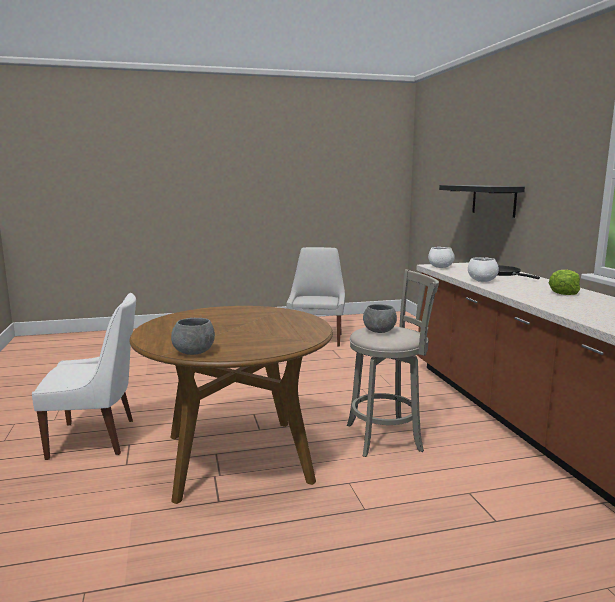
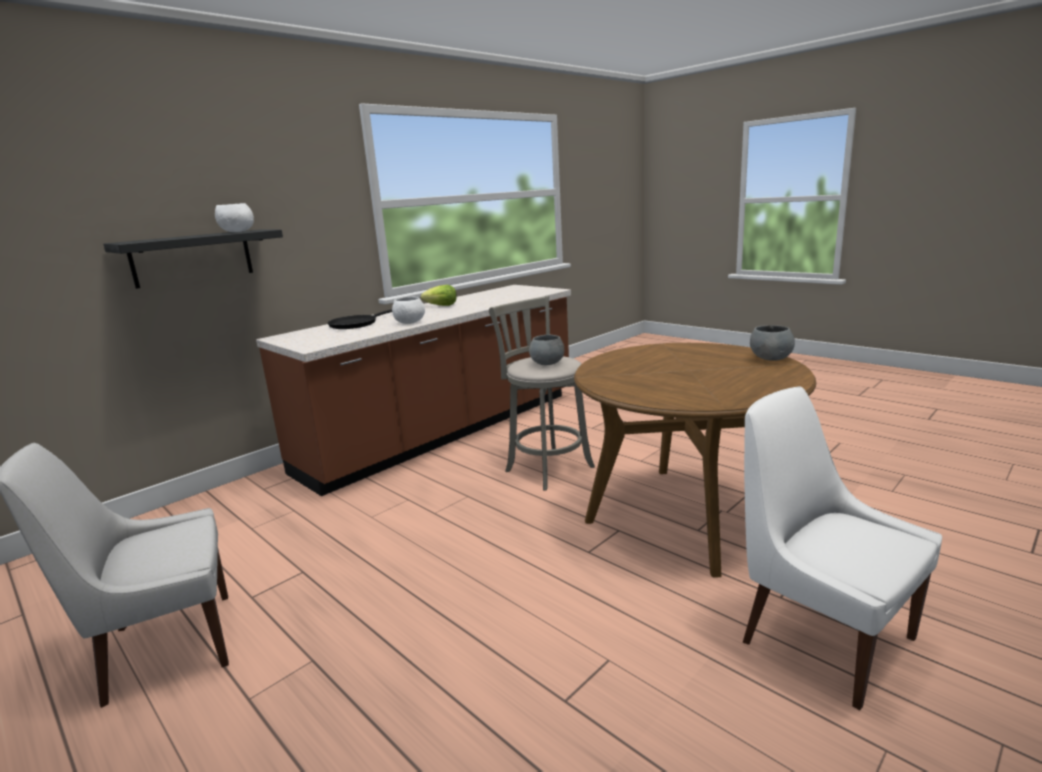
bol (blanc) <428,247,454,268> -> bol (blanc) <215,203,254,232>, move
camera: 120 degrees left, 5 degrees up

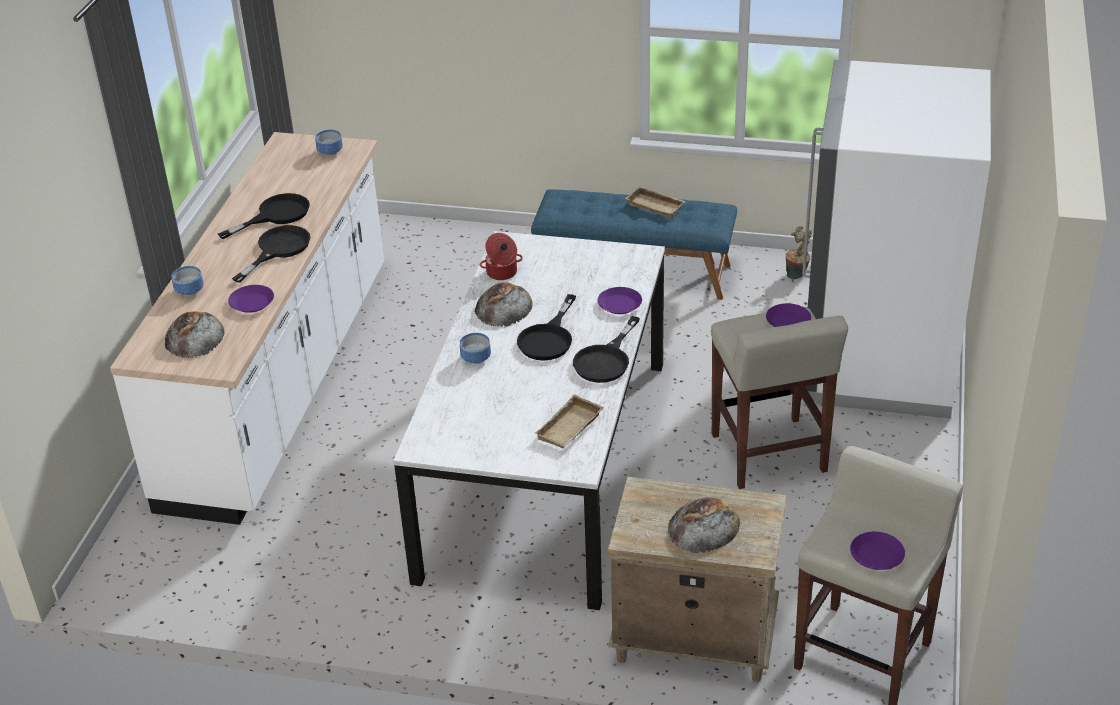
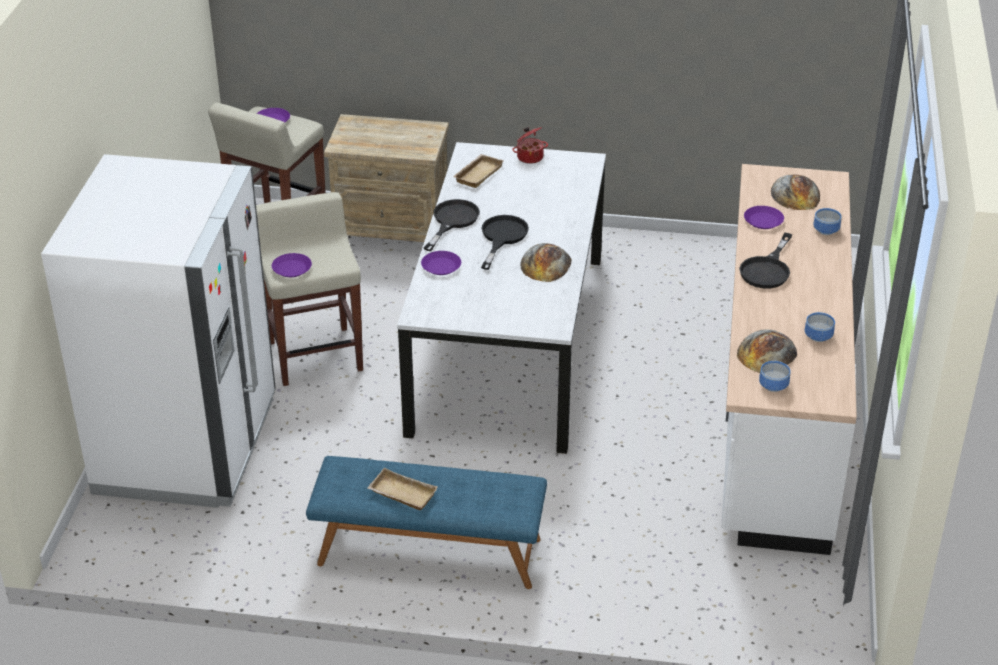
poêle (noir) <218,193,310,239> -> none
bol <460,333,491,364> -> bol <805,312,835,342>, move
marmite <480,233,523,280> -> marmite <512,127,548,164>, move
pain <668,497,740,553> -> pain <737,329,797,373>, move
plante en pot <786,226,812,280> -> none
camera: 175 degrees right, 0 degrees up

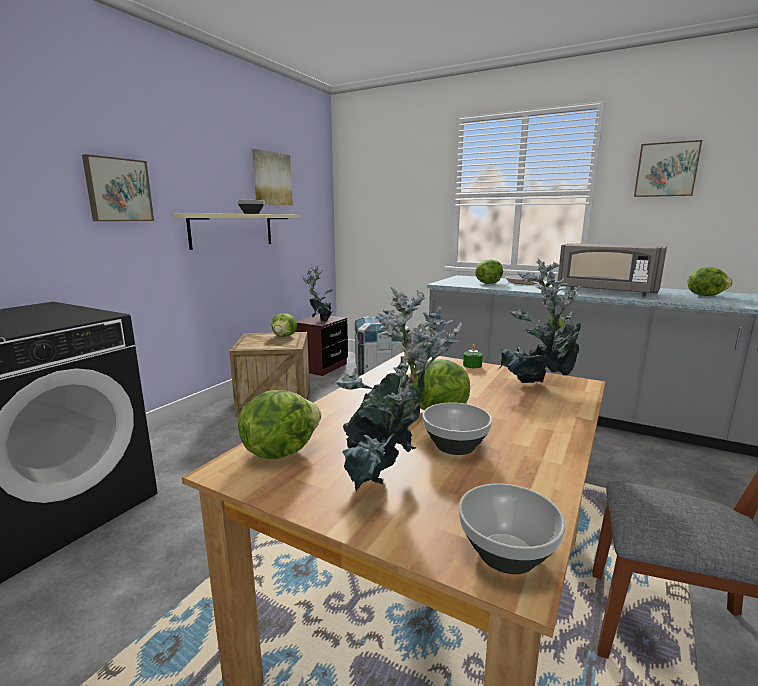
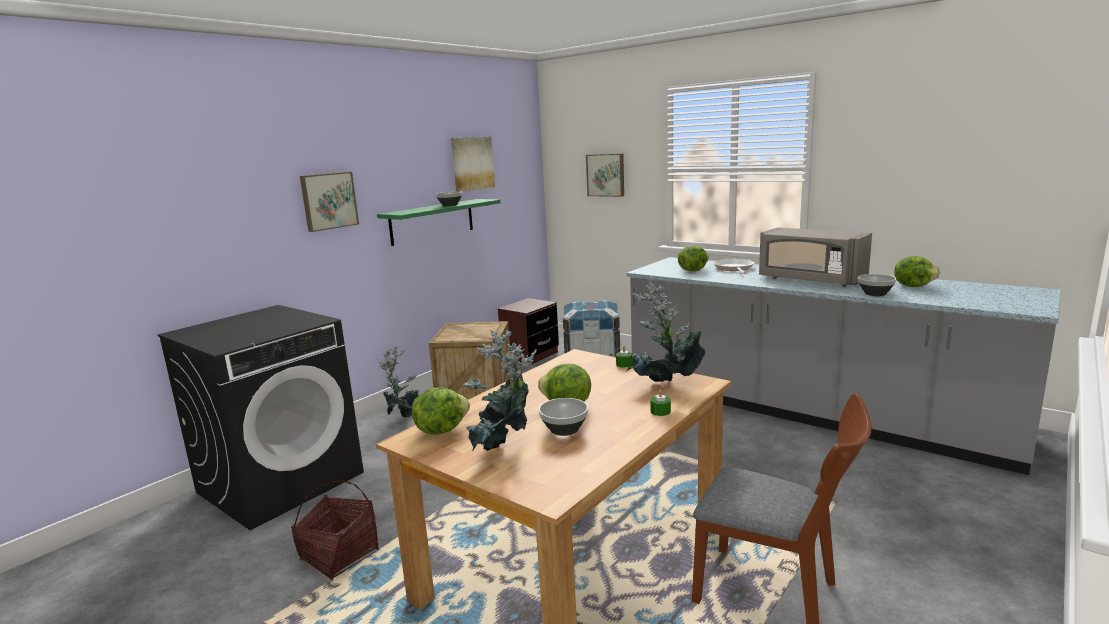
étagère (beige) <174,213,300,250> -> étagère (vert) <377,199,501,246>
laitue <272,313,297,337> -> none
plante en pot <302,266,333,322> -> plante en pot <376,346,419,418>, move
bol <459,483,566,574> -> bol <858,274,896,296>, move
tableau <634,140,702,197> -> tableau <586,154,624,197>, move
none -> panier <291,481,379,581>
none -> bougie (vert) <650,389,671,416>
camera: 10 degrees right, 0 degrees up

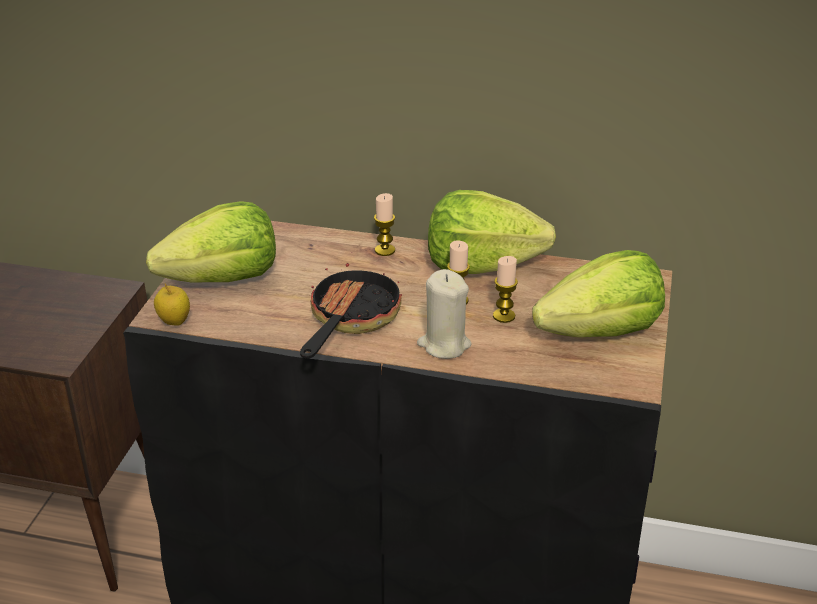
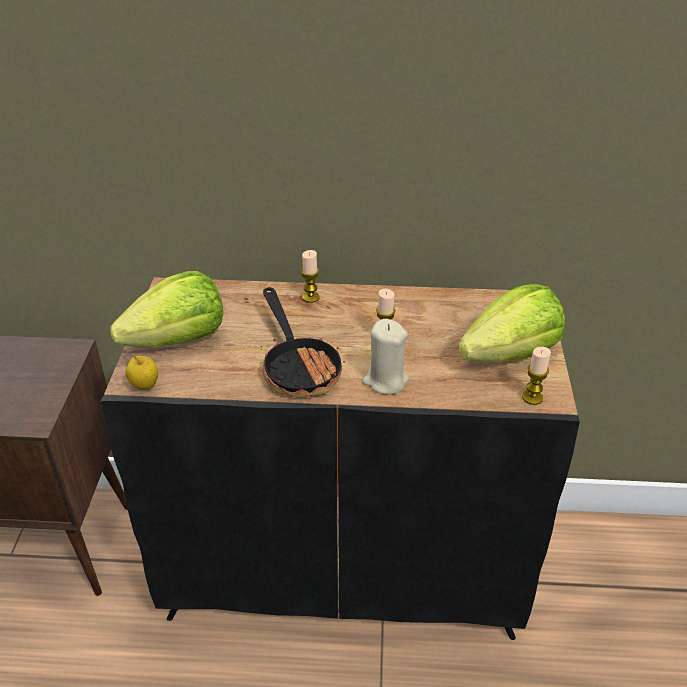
poêle <300,252,402,358> -> poêle <261,287,345,397>, 150 degrees clockwise
laitue <428,190,556,274> -> none
bougie <493,256,518,323> -> bougie <522,347,551,405>, move
camera: 10 degrees left, 5 degrees up

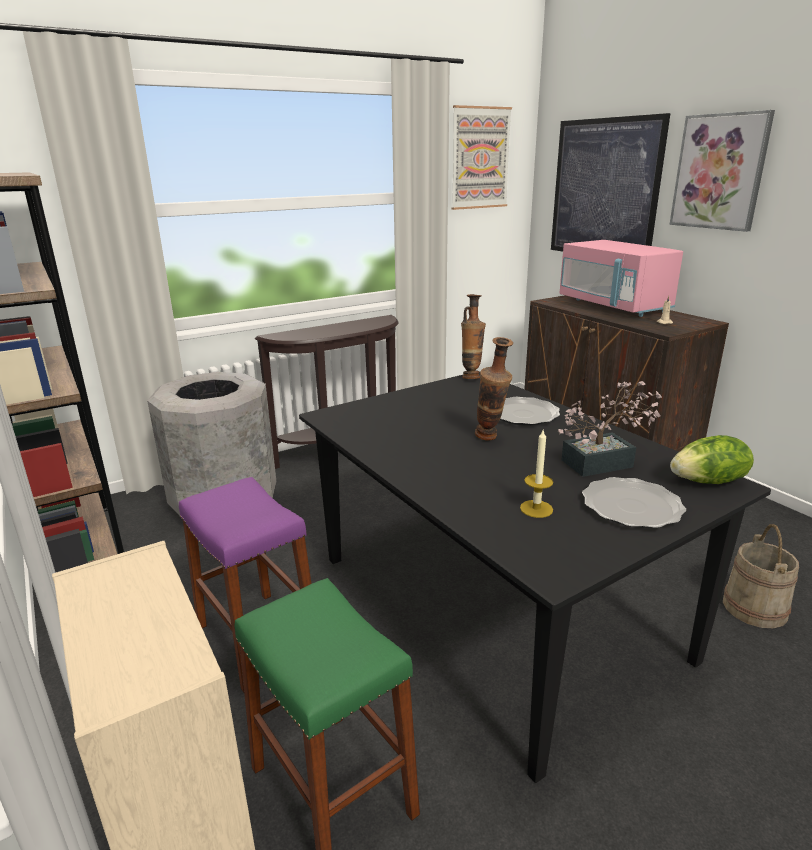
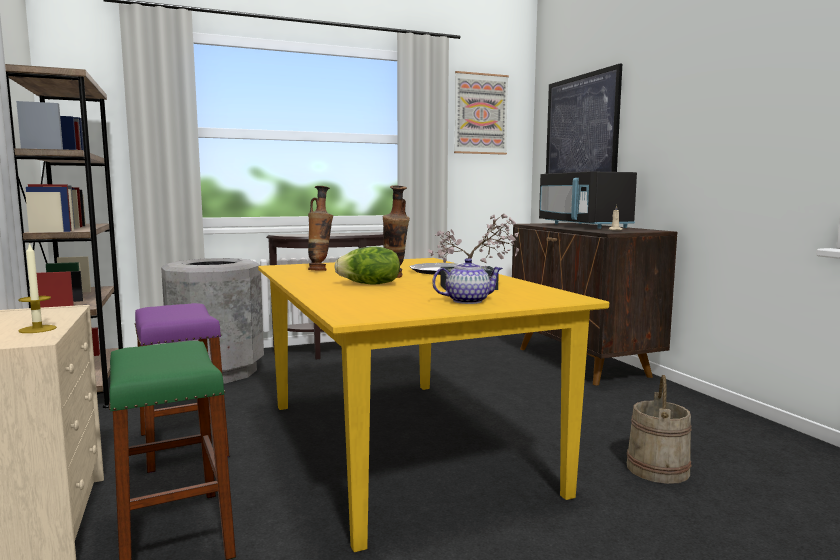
table à manger (noir) <299,371,771,783> -> table à manger (jaune) <258,258,609,552>
vase <461,294,486,379> -> vase <308,186,333,271>, move
bougie <520,428,553,518> -> bougie <18,243,57,333>, move
micro-ondes (rose) <559,240,683,317> -> micro-ondes (noir) <539,171,637,229>
assiette <582,477,686,528> -> théière <432,258,503,304>
tableau <669,110,775,232> -> none
laitue <670,435,754,484> -> laitue <334,247,400,285>, move
camera: 10 degrees right, 15 degrees down

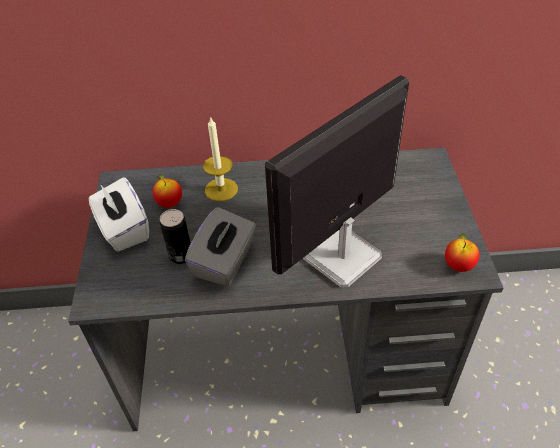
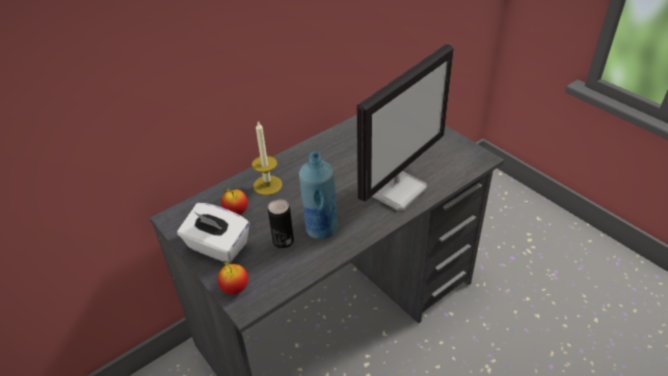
boîte à mouchoirs (gris) <185,207,256,286> -> bouteille (bleu) <299,152,338,239>
écran d'ordinateur <265,75,409,287> -> écran d'ordinateur <357,44,454,211>, 150 degrees counterclockwise
pomme <445,233,479,272> -> pomme <218,261,248,294>, move
camera: 35 degrees left, 5 degrees down

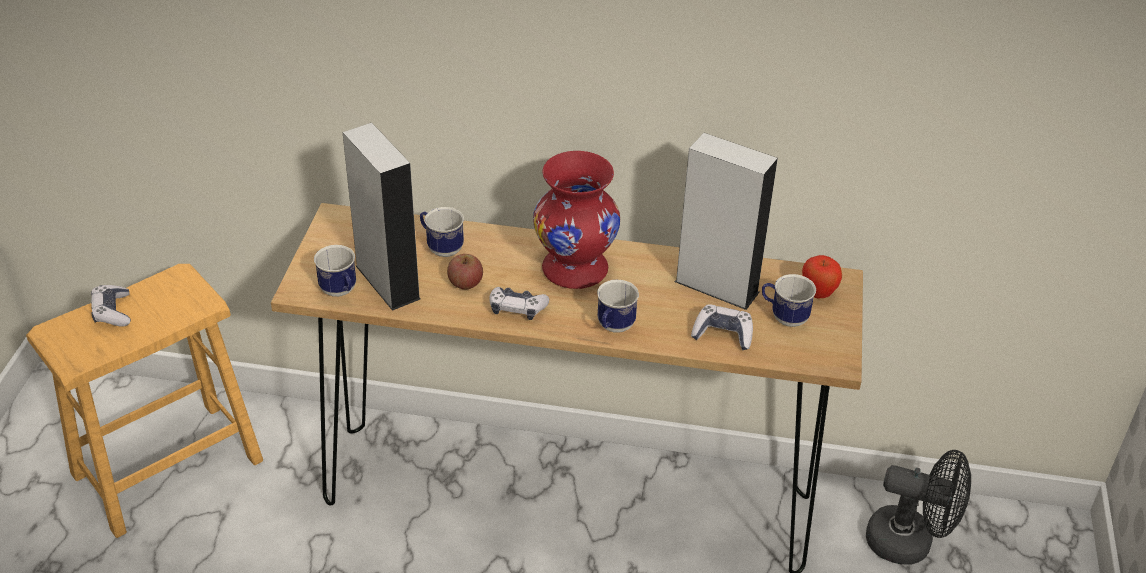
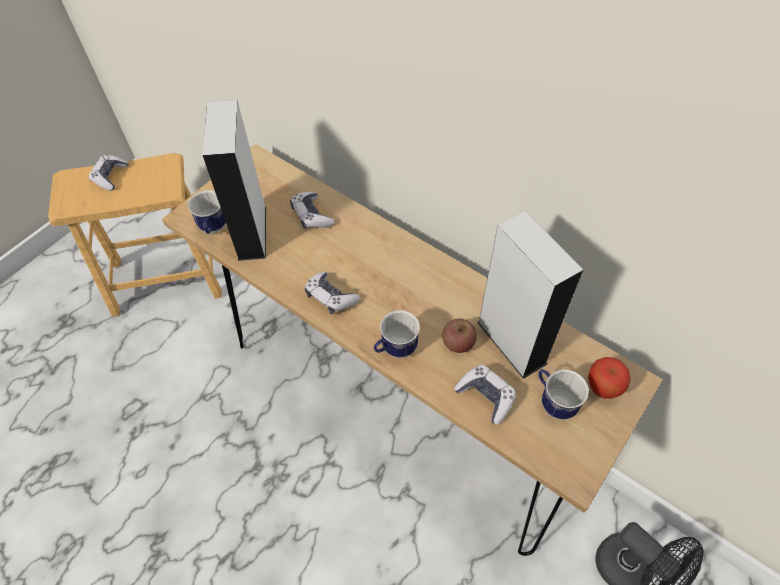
mug <420,207,464,257> -> manette <290,192,334,229>
pomme <447,254,483,290> -> pomme <442,319,477,353>, move
vase (rouge) <533,151,620,289> -> none
camera: 30 degrees right, 15 degrees up

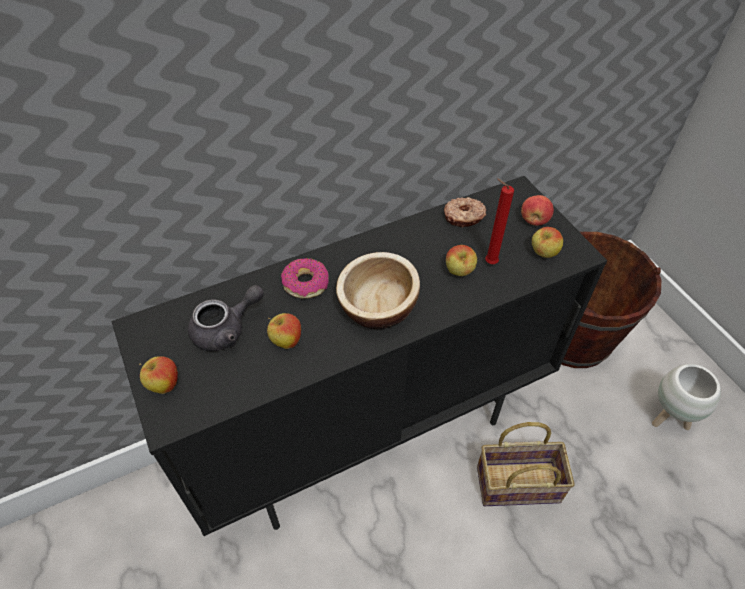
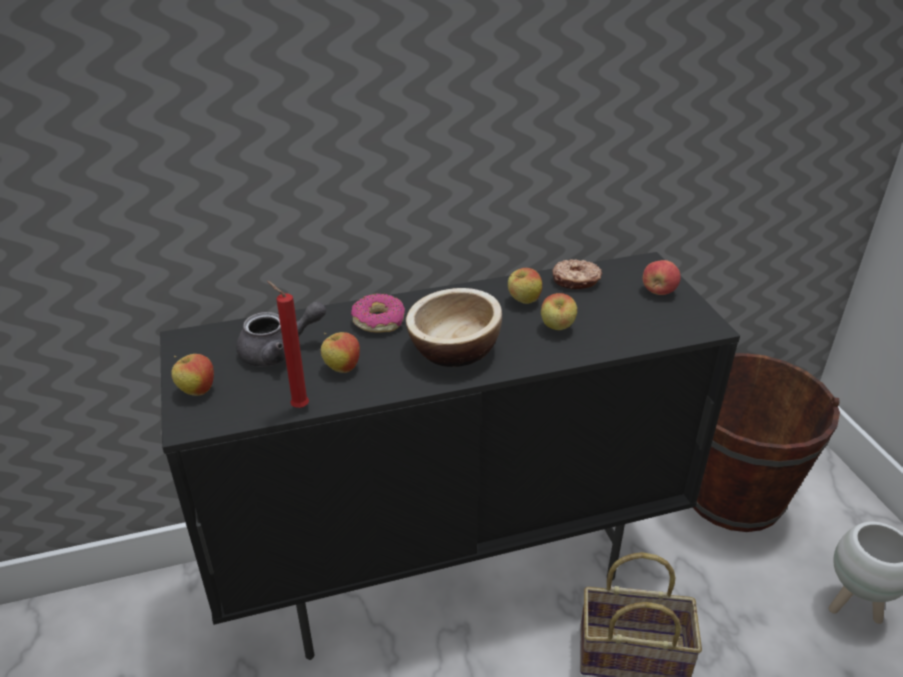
bougie (rouge) <485,178,514,264> -> bougie (rouge) <267,281,309,408>, move
pomme <532,227,563,258> -> pomme <508,268,542,304>, move
camera: 10 degrees right, 15 degrees down

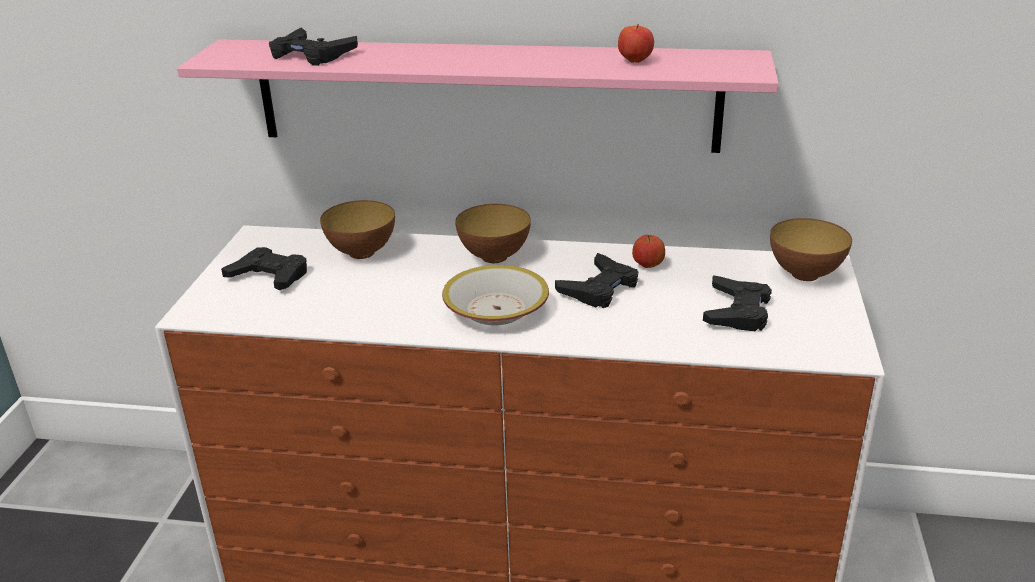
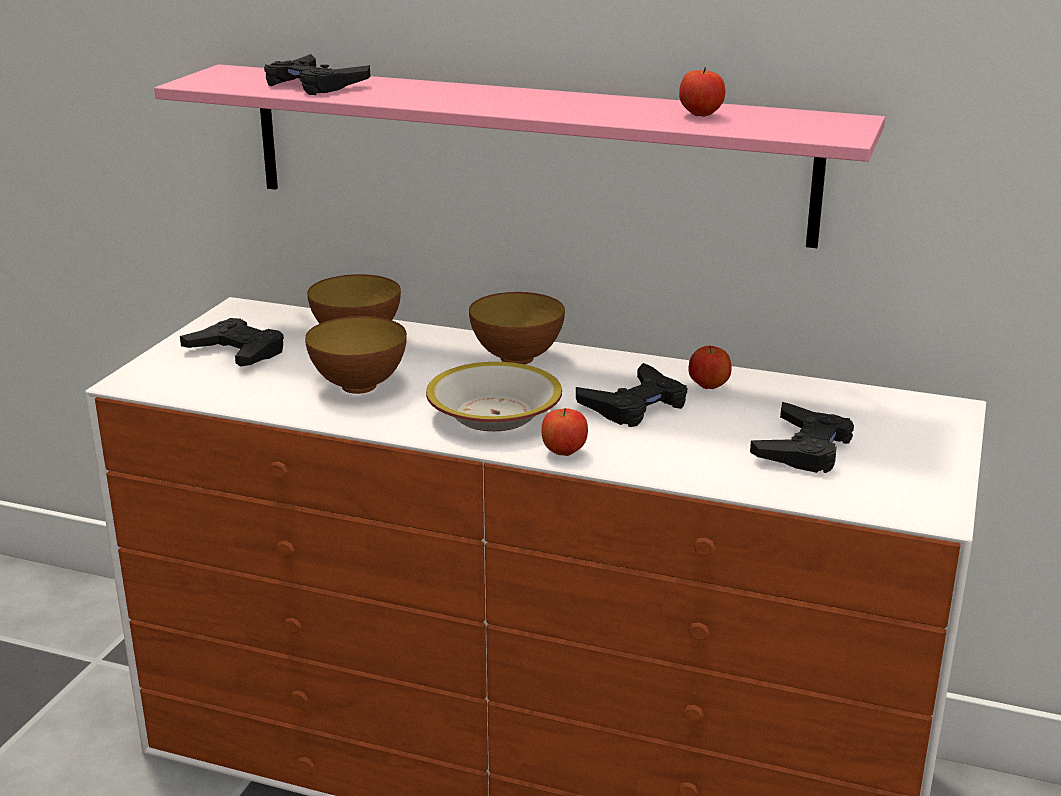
bol <770,218,852,281> -> bol <305,316,407,394>, move
none -> pomme <542,408,588,456>
camera: 10 degrees right, 5 degrees down

